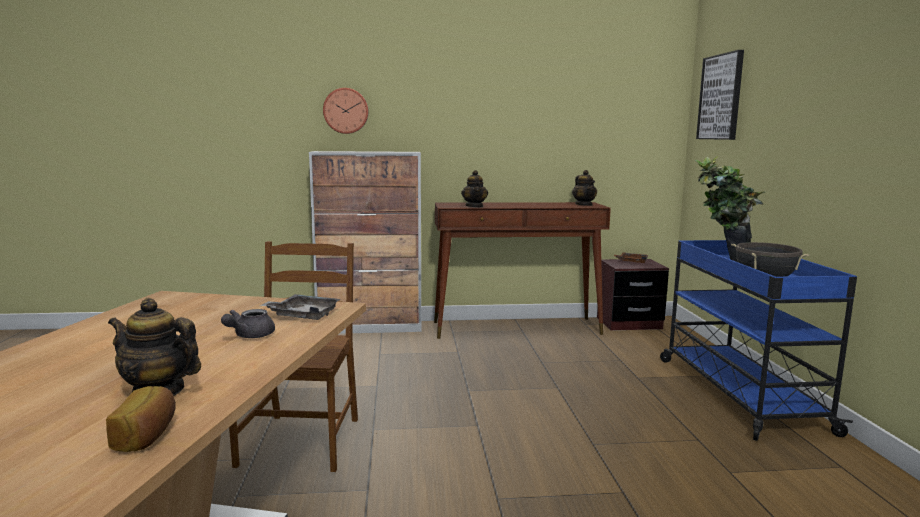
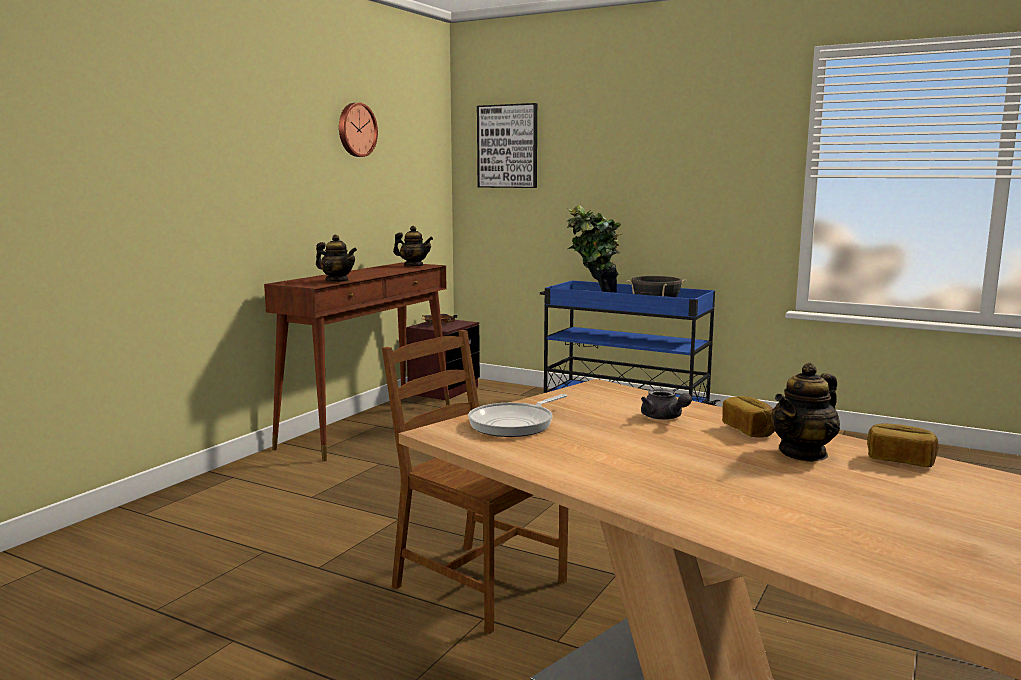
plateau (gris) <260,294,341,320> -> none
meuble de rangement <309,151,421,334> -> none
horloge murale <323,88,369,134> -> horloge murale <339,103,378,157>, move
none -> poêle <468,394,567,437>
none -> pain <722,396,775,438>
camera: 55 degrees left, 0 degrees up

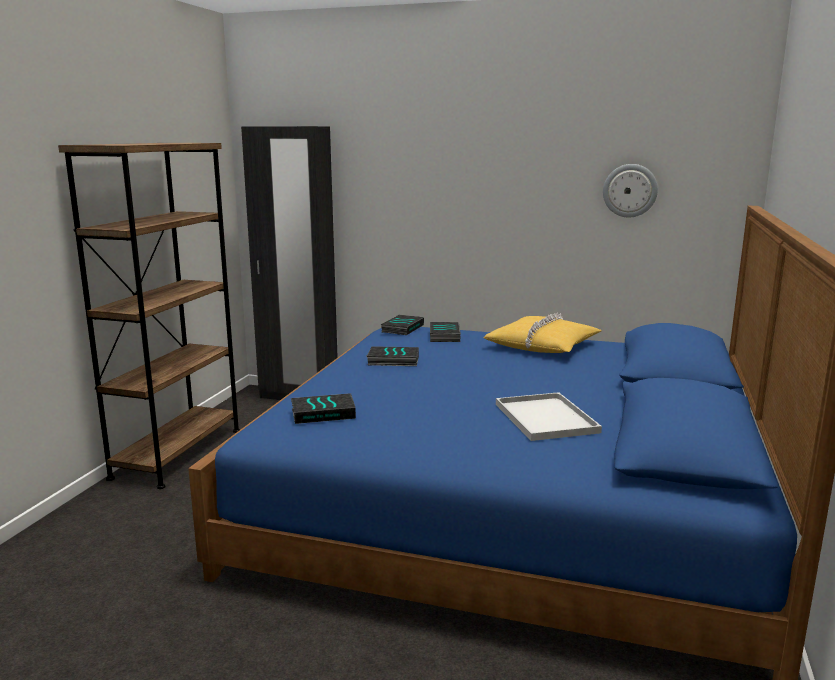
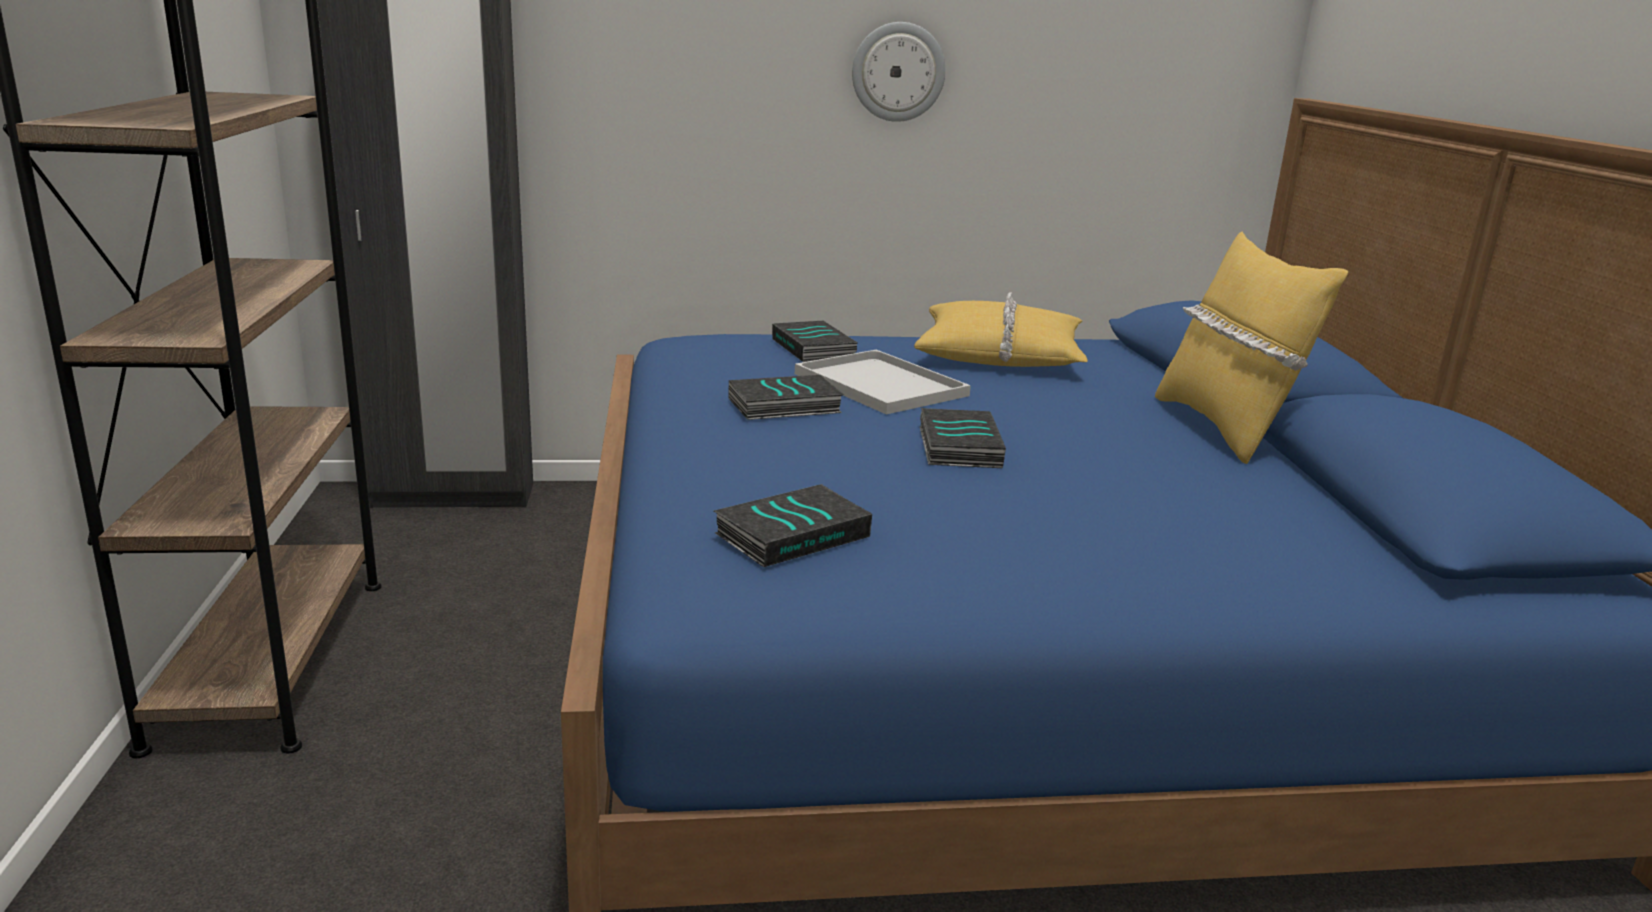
livre <381,315,424,335> -> livre <920,408,1006,468>, move
plateau (blanc) <496,392,602,441> -> plateau (blanc) <795,350,971,415>, move
horloge murale <603,164,658,218> -> horloge murale <852,22,946,122>, move
none -> coussin (jaune) <1155,232,1348,464>
camera: 25 degrees left, 5 degrees up

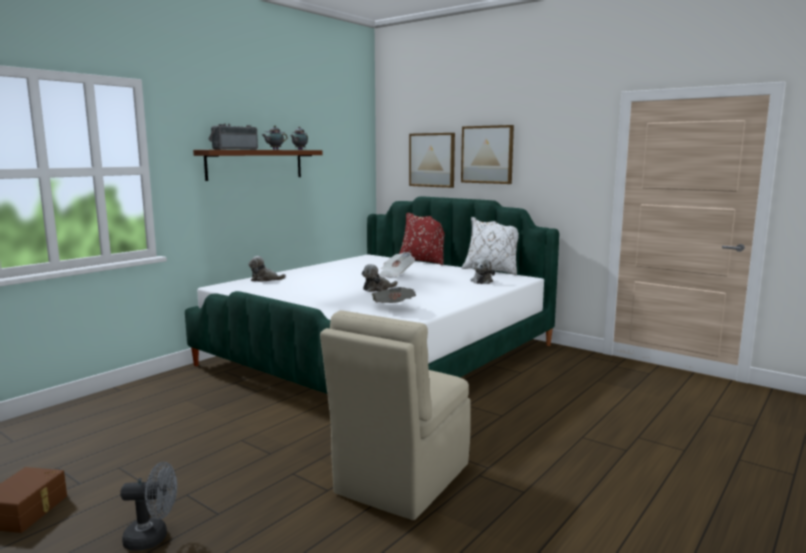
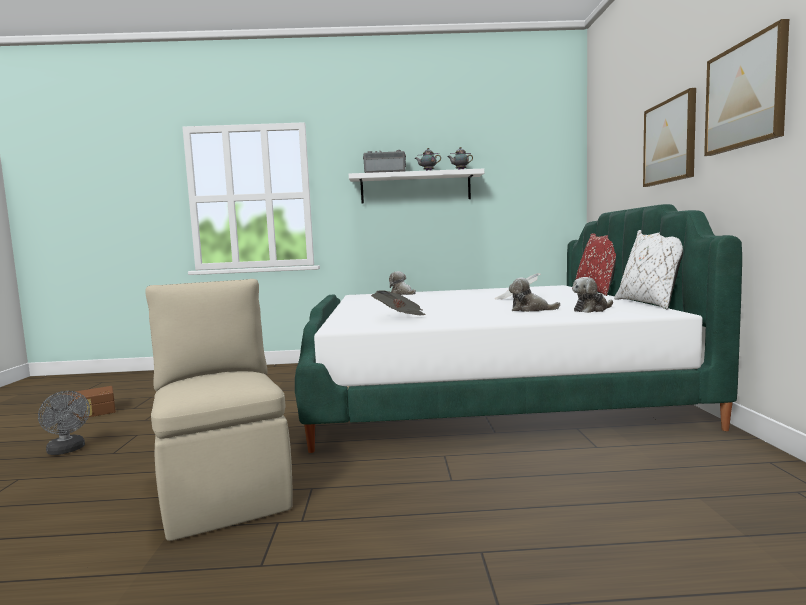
étagère (marron) <193,150,323,181> -> étagère (blanc) <349,169,484,203>
chaise (beige) <320,310,471,520> -> chaise (beige) <145,279,293,541>, 75 degrees clockwise
peluche <362,264,398,292> -> peluche <509,278,560,312>, move
tableau <409,133,455,188> -> tableau <704,19,789,156>, move
camera: 50 degrees right, 5 degrees down

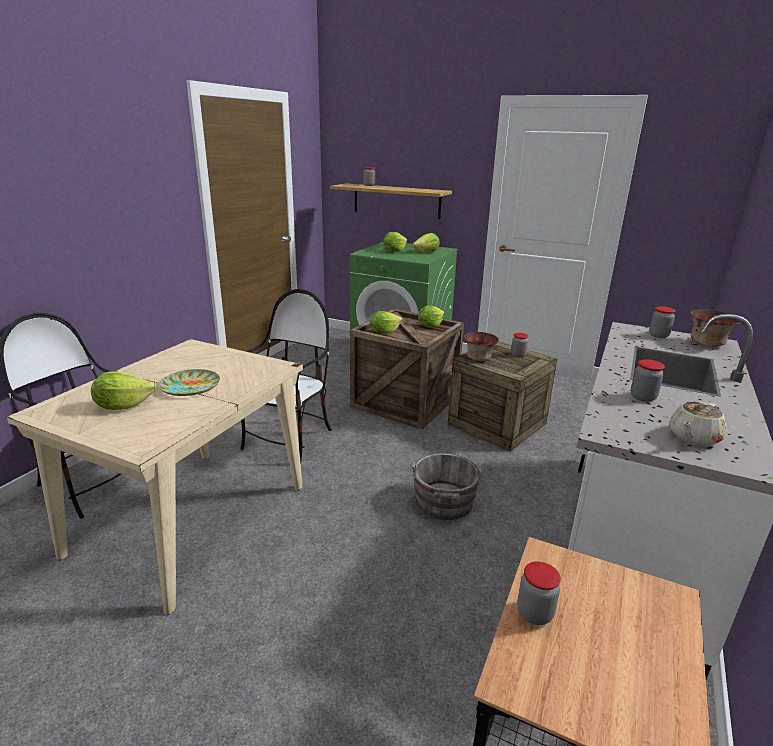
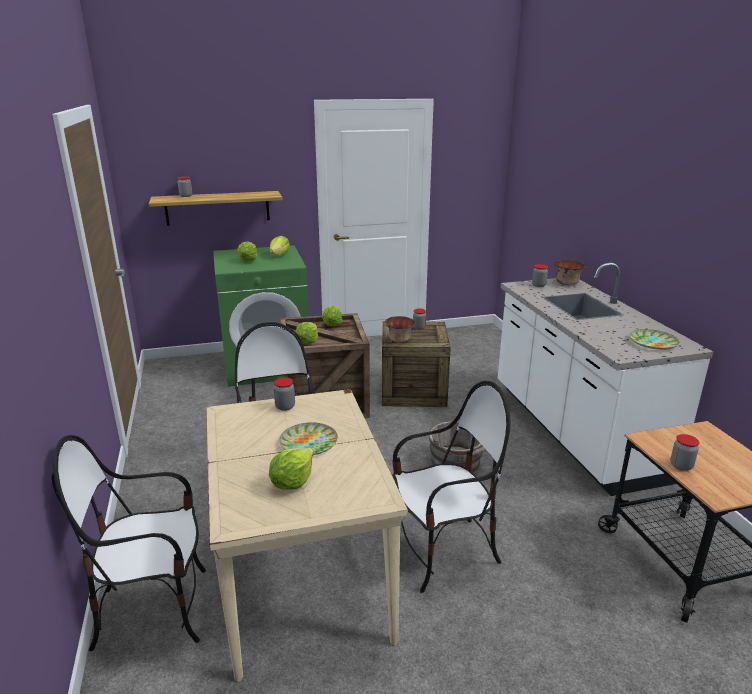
bocal <631,359,665,402> -> bocal <274,377,295,411>, move
théière (beige) <669,401,727,446> -> assiette <629,329,680,350>
none -> chaise <392,381,511,593>
camera: 40 degrees left, 0 degrees up

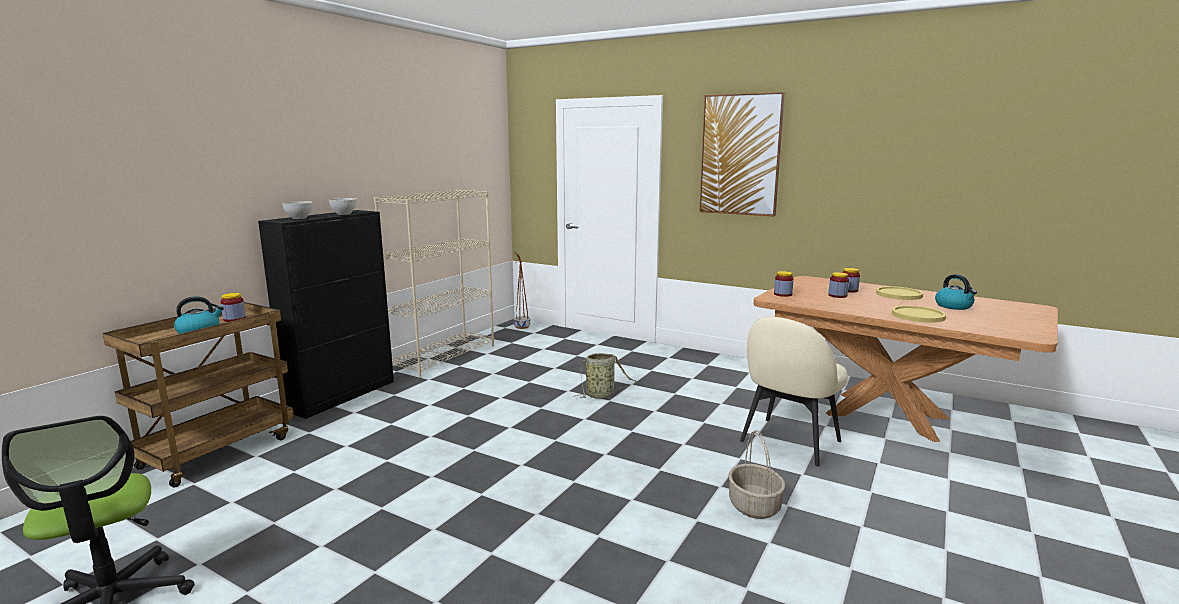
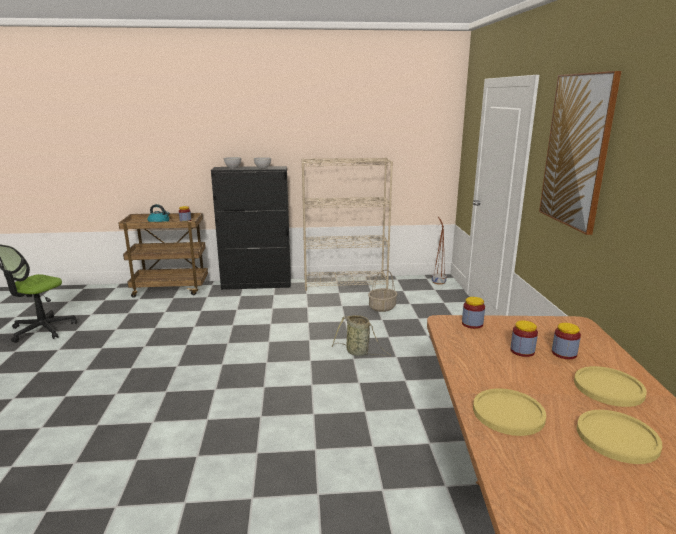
panier <728,430,785,519> -> panier <368,270,397,312>, move
chaise (beige) <740,317,848,466> -> none
bouilloire <935,274,977,310> -> assiette (jaune) <577,410,662,464>
camera: 55 degrees right, 5 degrees up

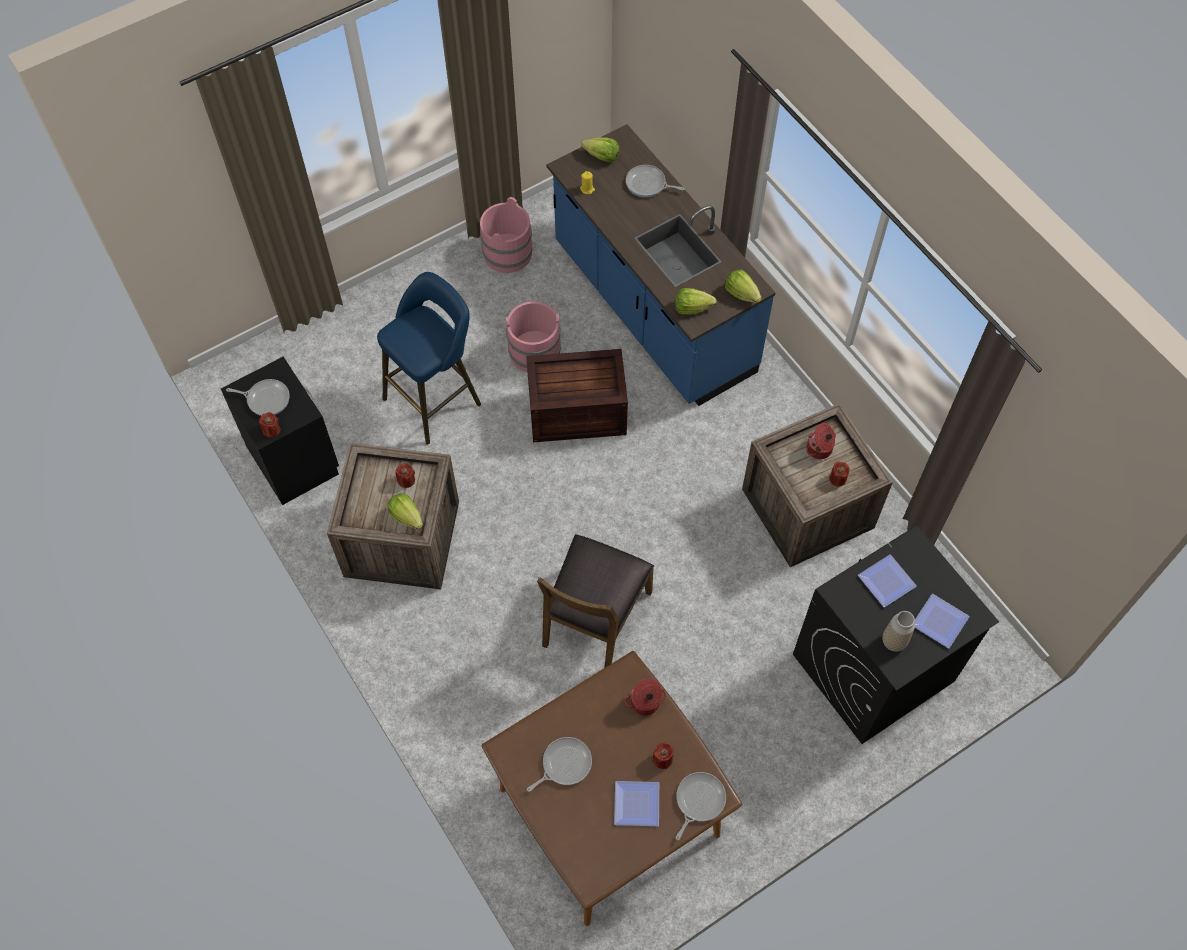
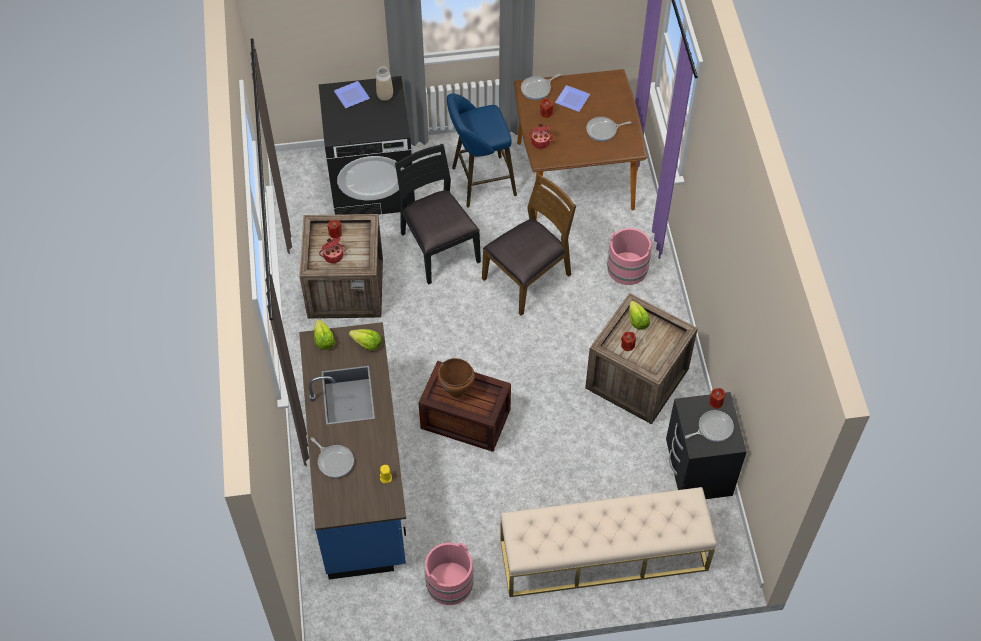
poêle <226,379,289,416> -> poêle <685,410,734,442>, 120 degrees clockwise
tabouret (bleu) <377,272,481,445> -> tabouret (bleu) <447,93,517,207>, move
seau (rose) <506,302,561,373> -> seau (rose) <607,228,652,285>, move
laitue <581,137,619,162> -> none
assiette <858,554,917,608> -> none
none -> chaise (noir) <395,144,481,285>
none -> marmite (marron) <437,358,475,398>
none -> banc (beige) <500,487,716,597>
camera: 155 degrees left, 5 degrees down

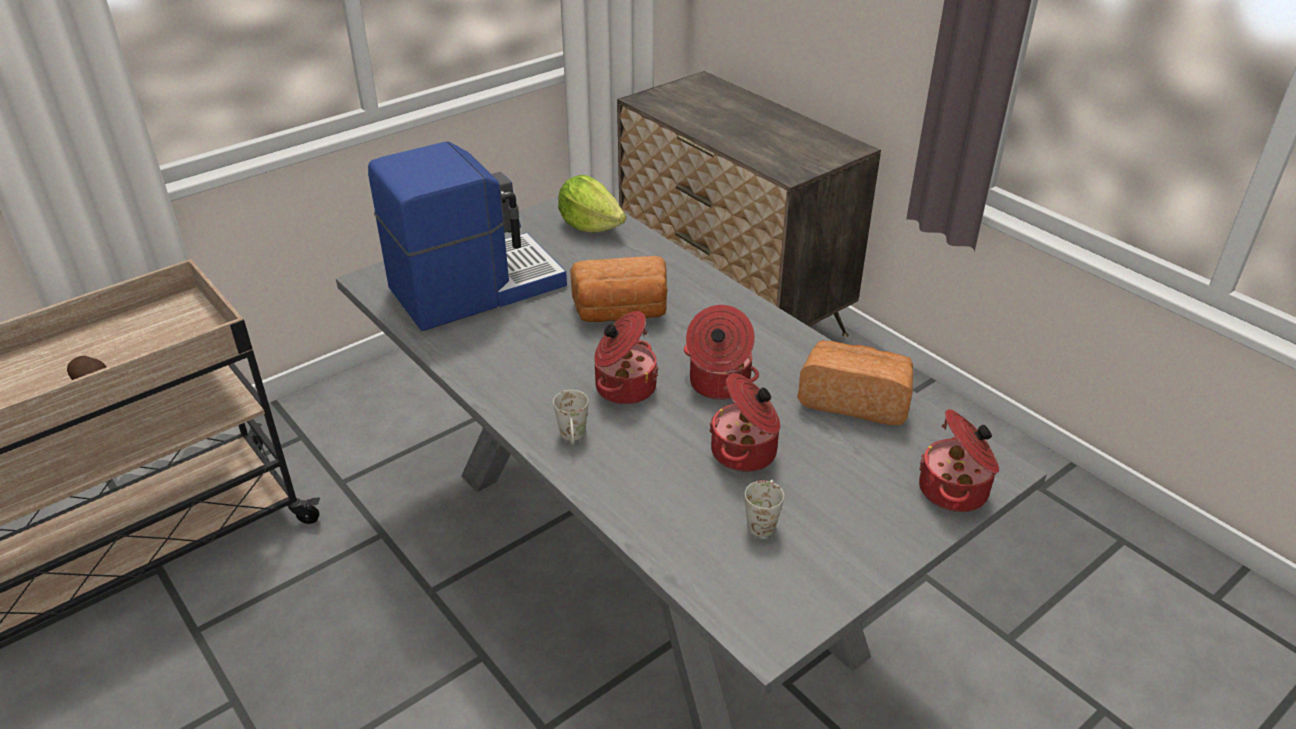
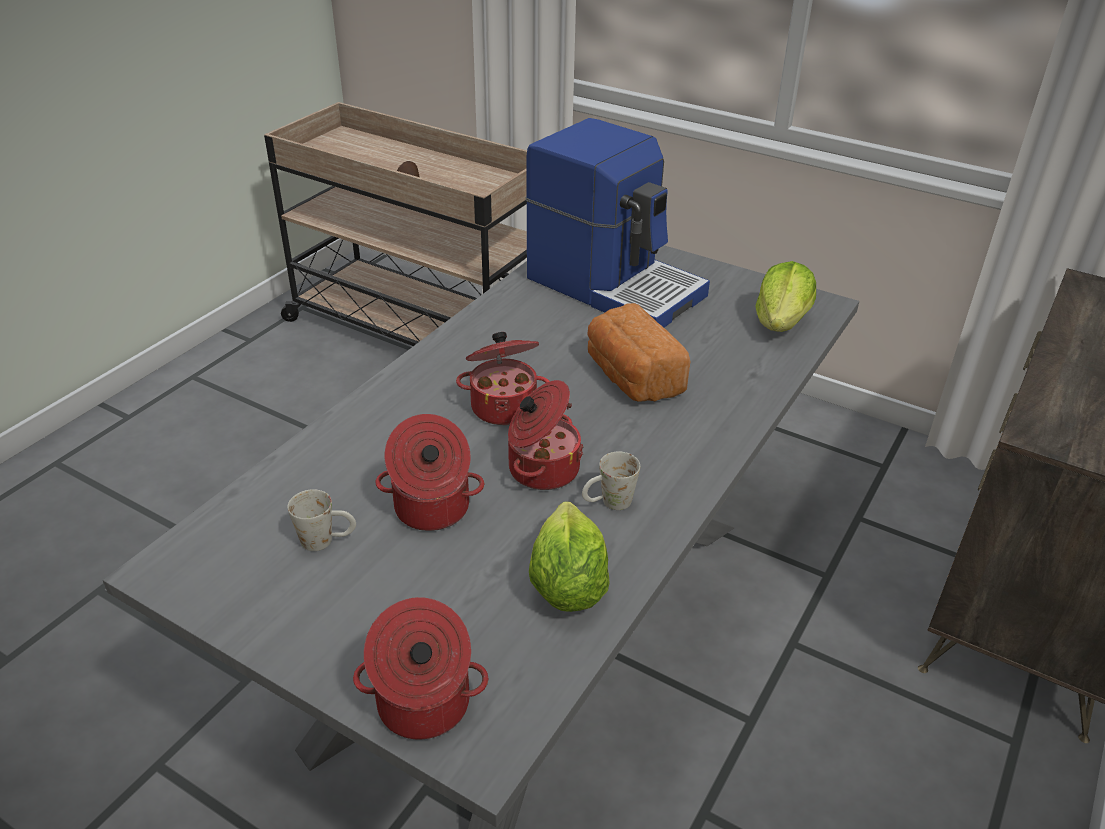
mug (blanc) <553,390,589,445> -> mug (blanc) <582,451,640,510>, move
pain <797,340,913,425> -> laitue <529,502,610,612>
camera: 70 degrees right, 0 degrees up

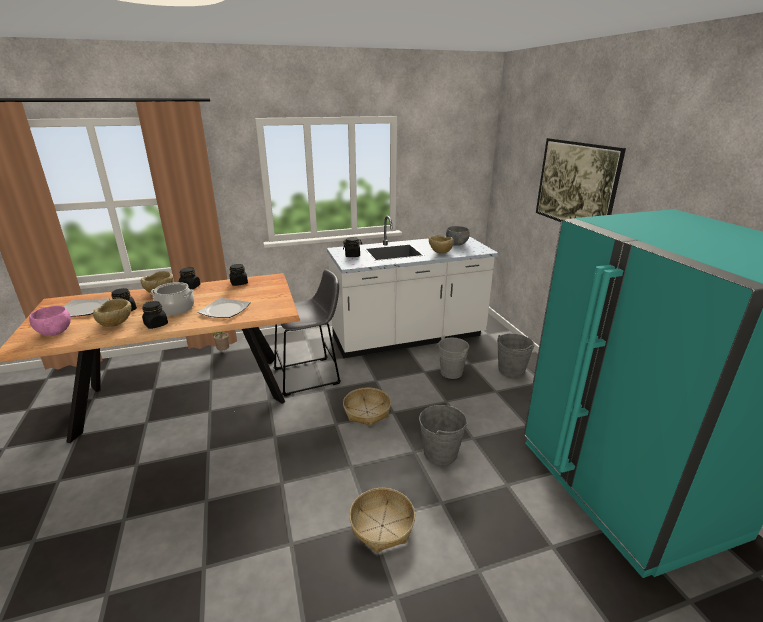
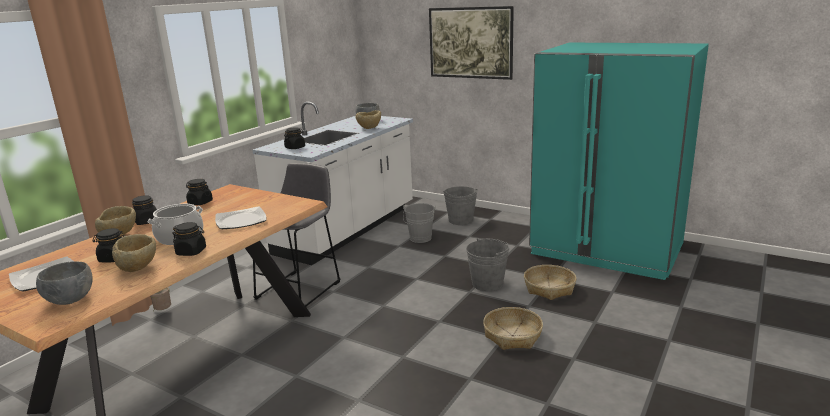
bol (rose) <29,306,71,336> -> bol (gris) <36,261,93,305>
panier <343,387,391,426> -> panier <524,265,576,300>, move
camera: 40 degrees left, 5 degrees down

